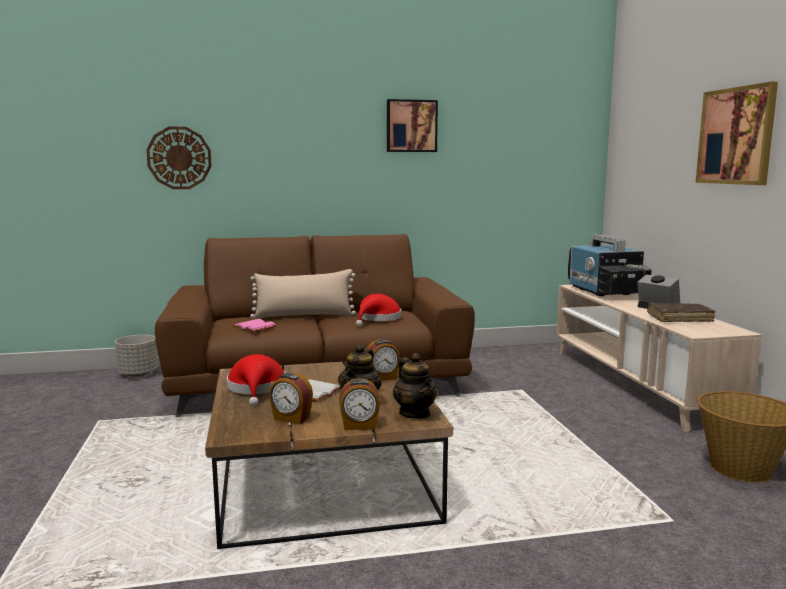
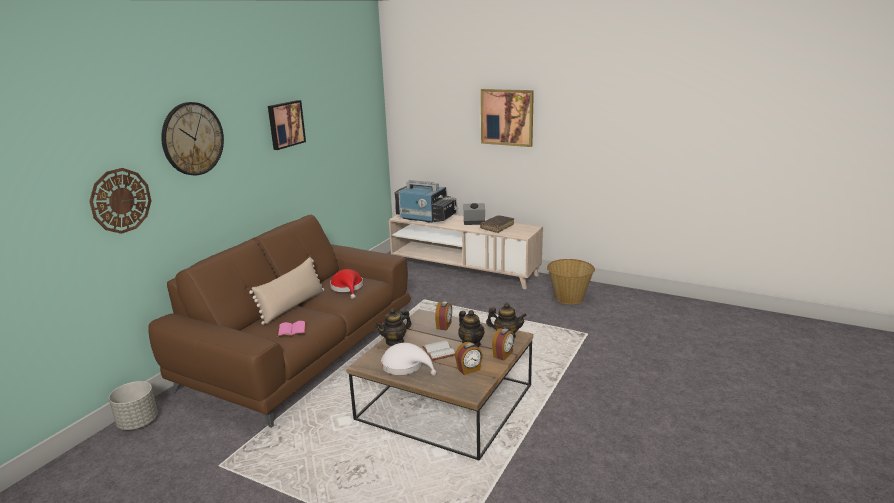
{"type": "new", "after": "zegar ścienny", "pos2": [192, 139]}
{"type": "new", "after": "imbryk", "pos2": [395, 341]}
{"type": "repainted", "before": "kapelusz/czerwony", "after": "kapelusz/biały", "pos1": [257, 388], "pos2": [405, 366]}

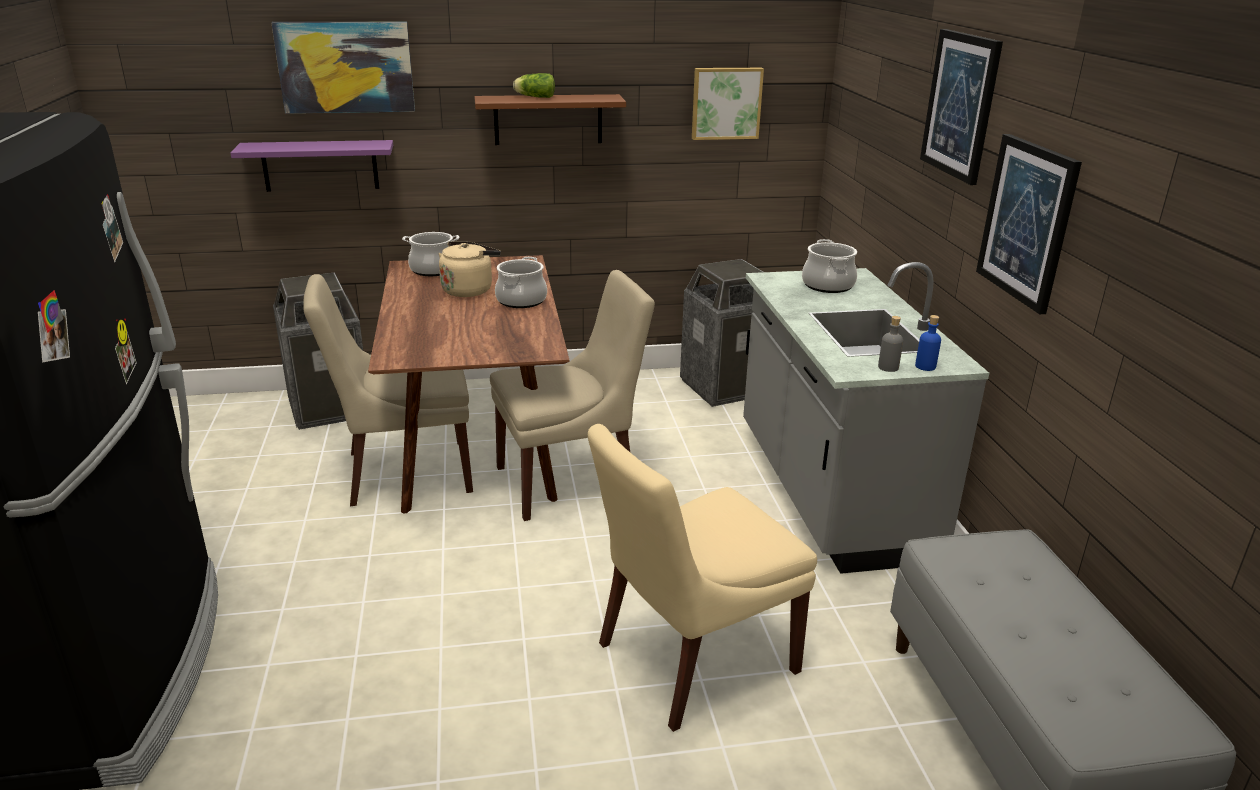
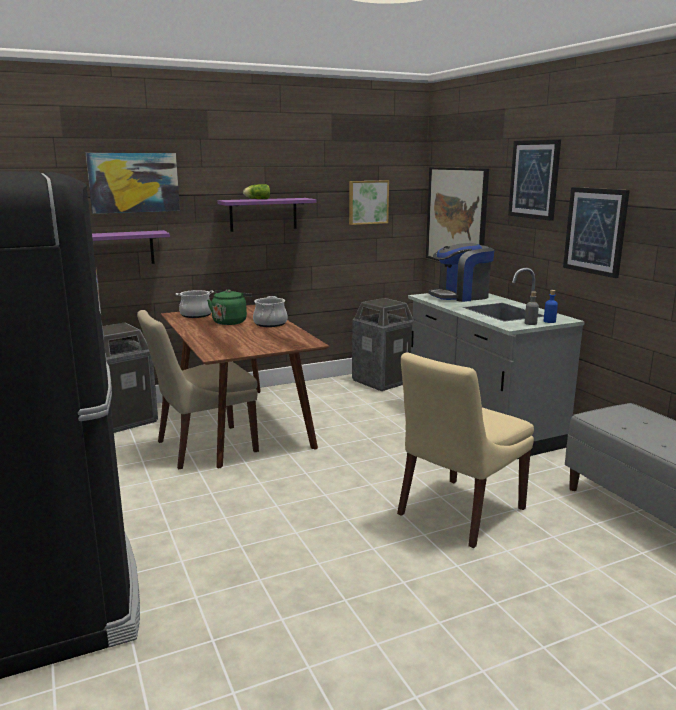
{"type": "gone", "before": "krzesło/beżowy", "pos1": [572, 481]}
{"type": "new", "after": "obraz", "pos2": [456, 216]}
{"type": "swapped", "before": "garnek", "after": "ekspres do kawy", "pos1": [828, 285], "pos2": [460, 296]}
{"type": "repainted", "before": "czajnik/beżowy", "after": "czajnik/zielony", "pos1": [469, 290], "pos2": [230, 321]}
{"type": "repainted", "before": "półka/brązowy", "after": "półka/fioletowy", "pos1": [548, 119], "pos2": [263, 214]}

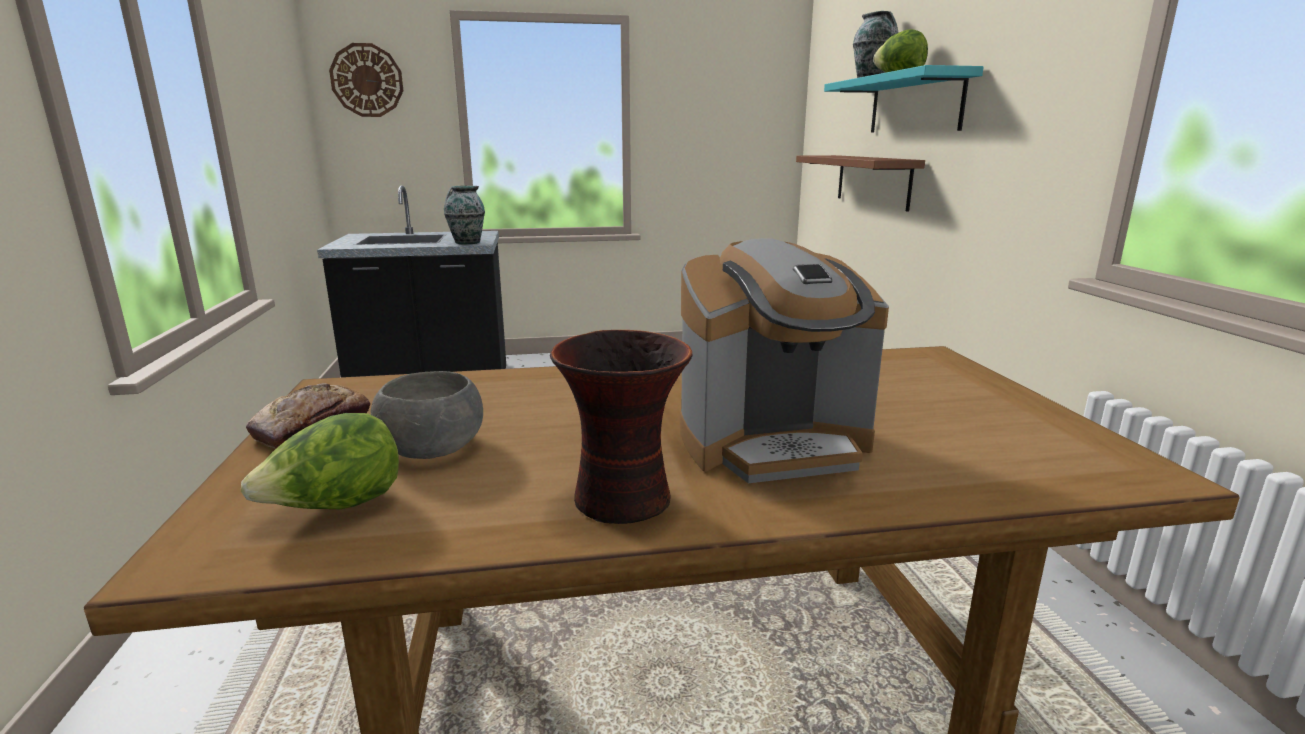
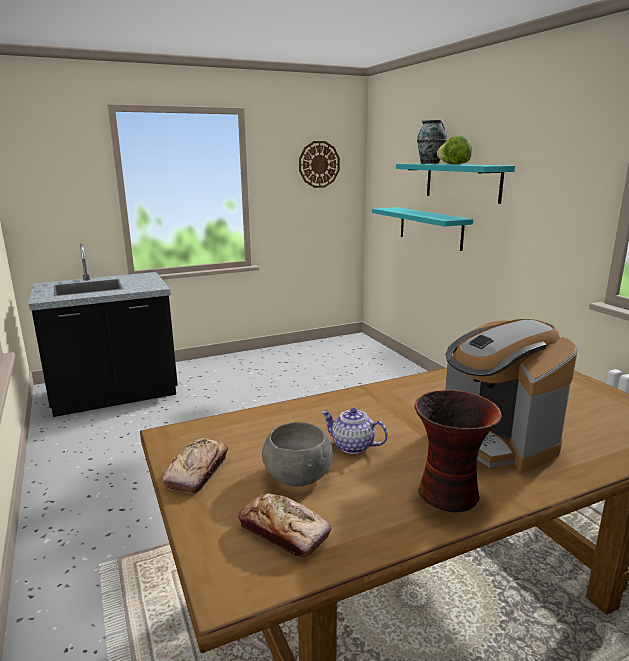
{"type": "gone", "before": "wazon", "pos1": [466, 242]}
{"type": "new", "after": "imbryk", "pos2": [352, 446]}
{"type": "shifted", "before": "zegar ścienny", "pos1": [367, 80], "pos2": [319, 164]}
{"type": "swapped", "before": "sałata", "after": "chleb", "pos1": [336, 508], "pos2": [284, 532]}
{"type": "repainted", "before": "półka/brązowy", "after": "półka/turkusowy", "pos1": [872, 181], "pos2": [430, 228]}
{"type": "rotated", "before": "ekspres do kawy", "pos1": [773, 444], "pos2": [496, 440], "turn": 90}

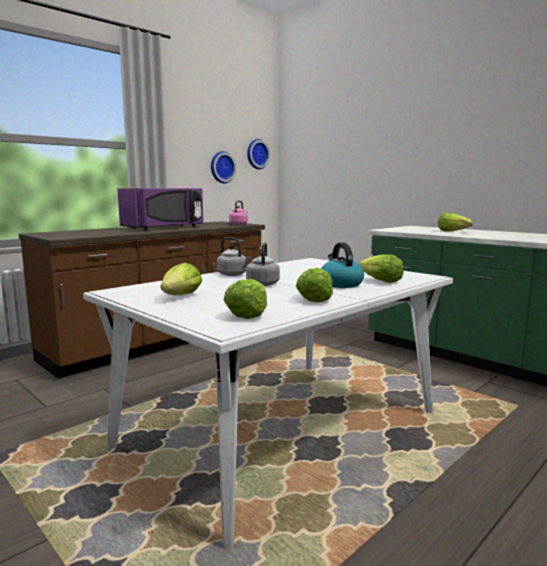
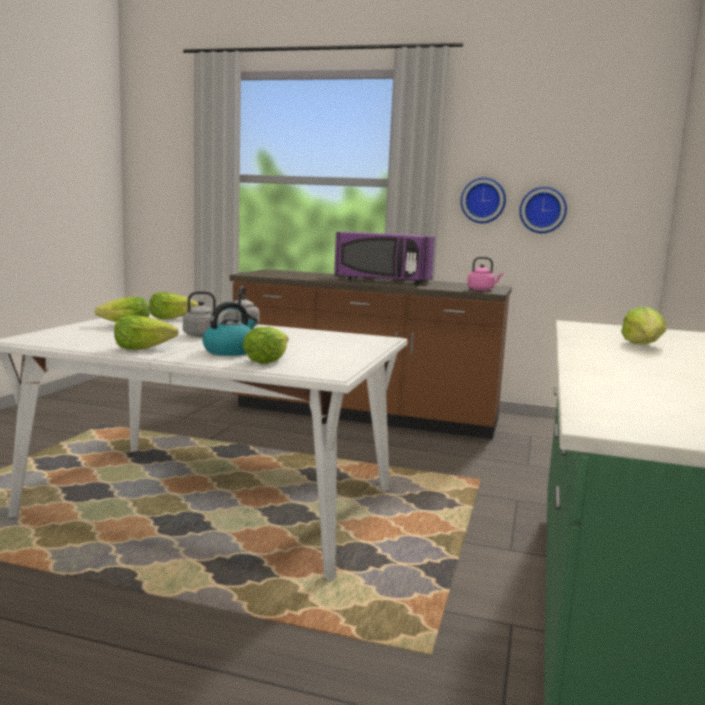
{"type": "shifted", "before": "sałata", "pos1": [248, 314], "pos2": [171, 318]}
{"type": "shifted", "before": "zegar ścienny", "pos1": [256, 154], "pos2": [483, 200]}

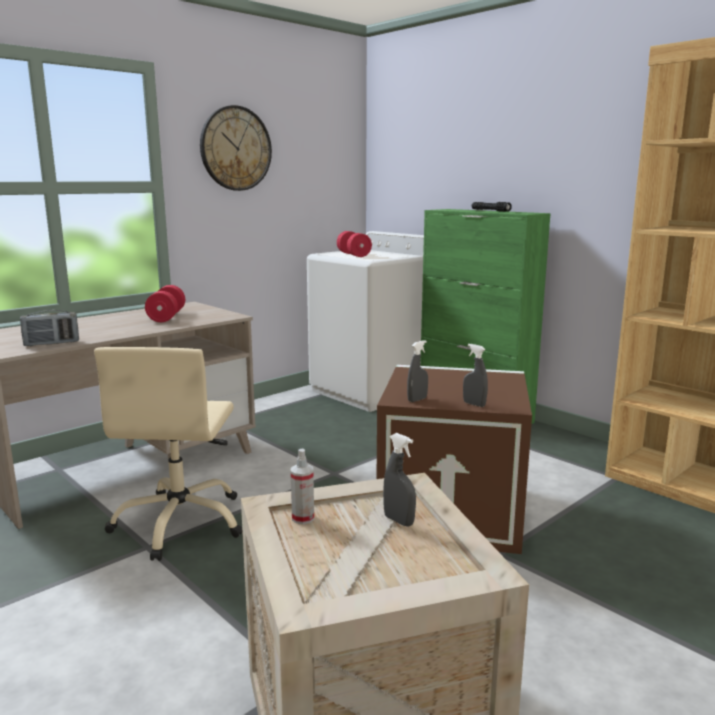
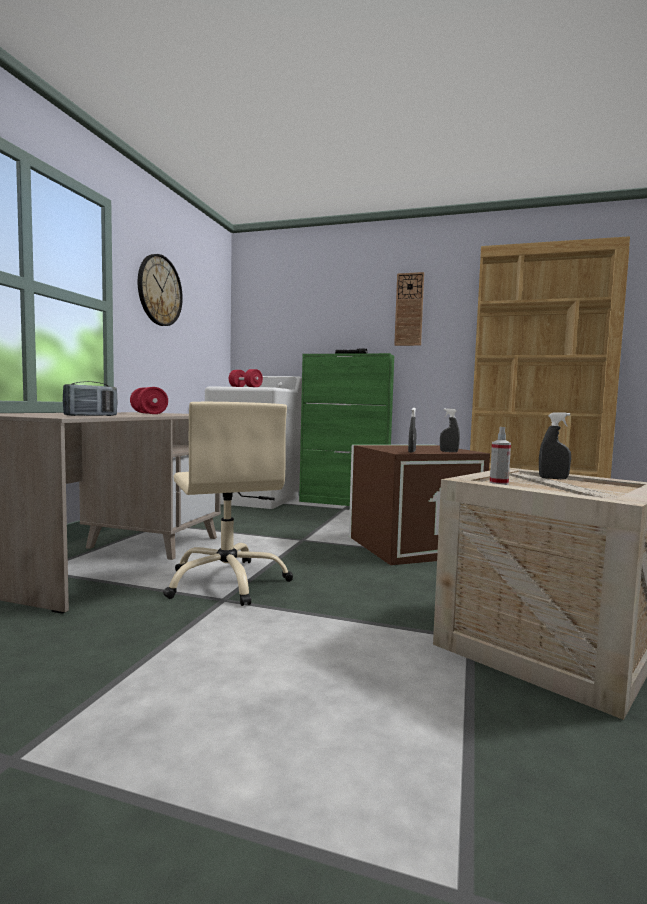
{"type": "new", "after": "zegar ścienny", "pos2": [409, 309]}

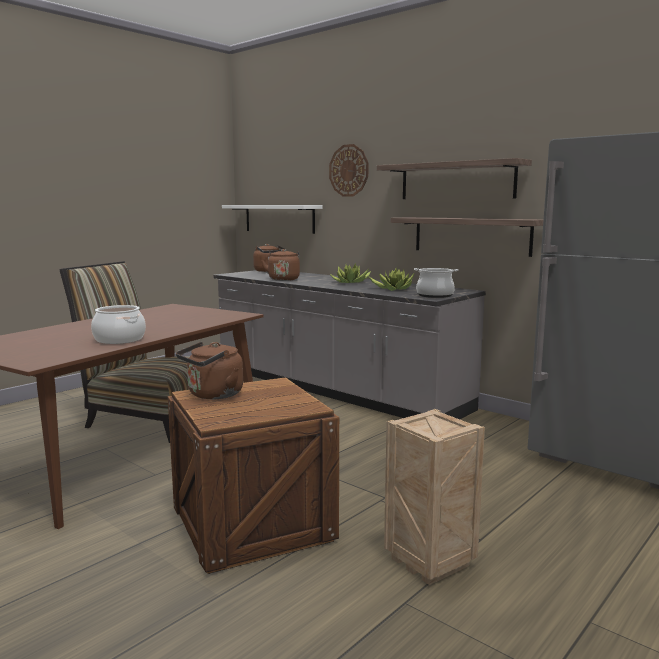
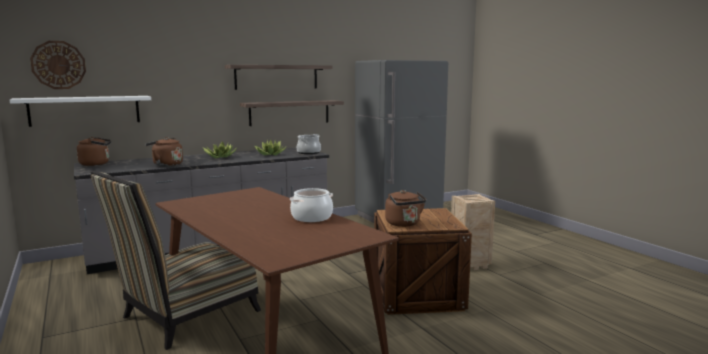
{"type": "shifted", "before": "zegar ścienny", "pos1": [349, 170], "pos2": [58, 65]}

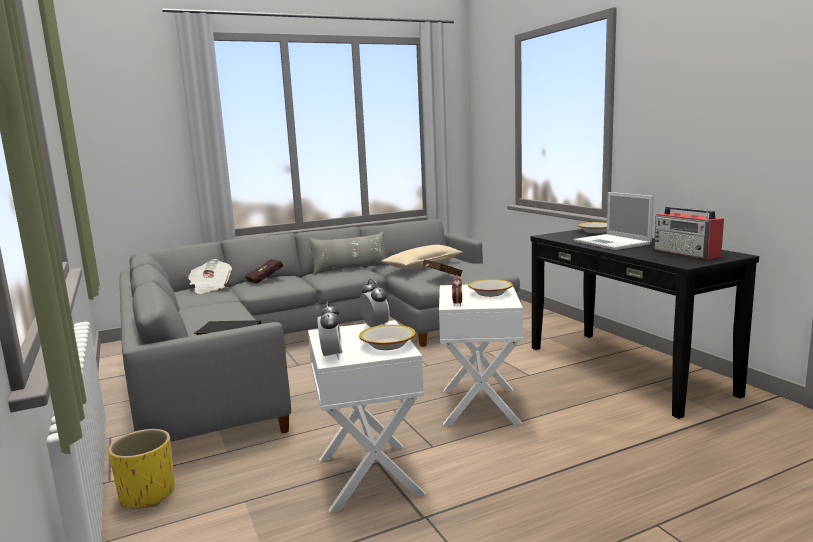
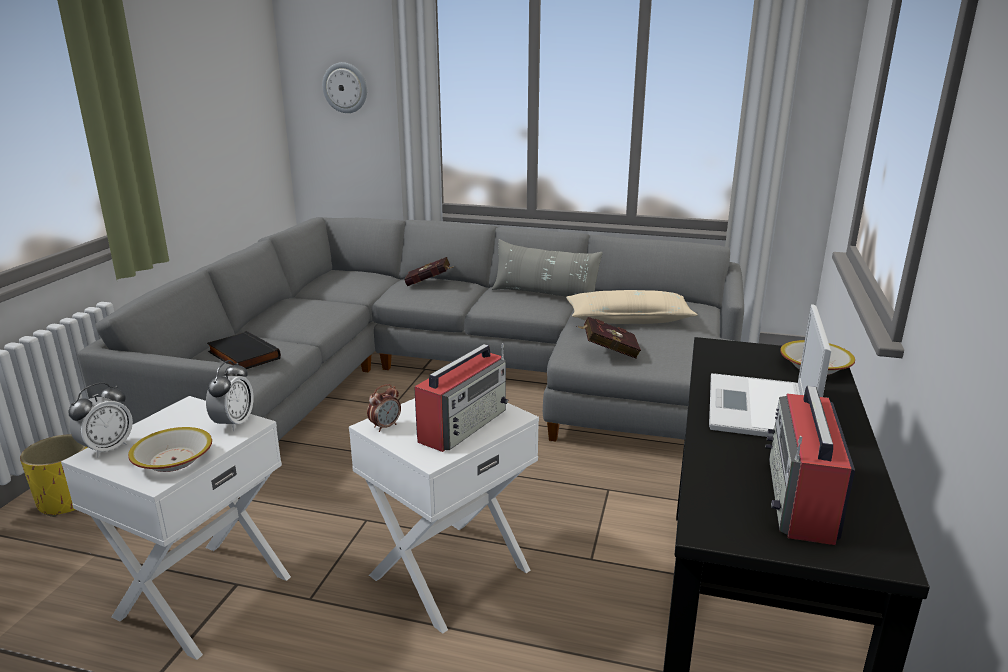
{"type": "gone", "before": "gazeta", "pos1": [210, 288]}
{"type": "new", "after": "zegar ścienny", "pos2": [345, 88]}
{"type": "swapped", "before": "miska", "after": "radio", "pos1": [490, 293], "pos2": [464, 424]}

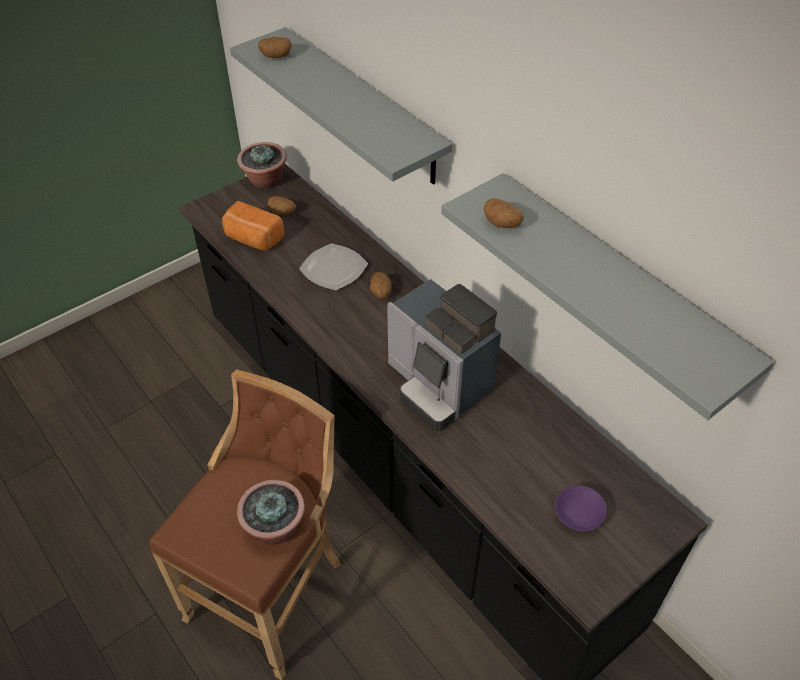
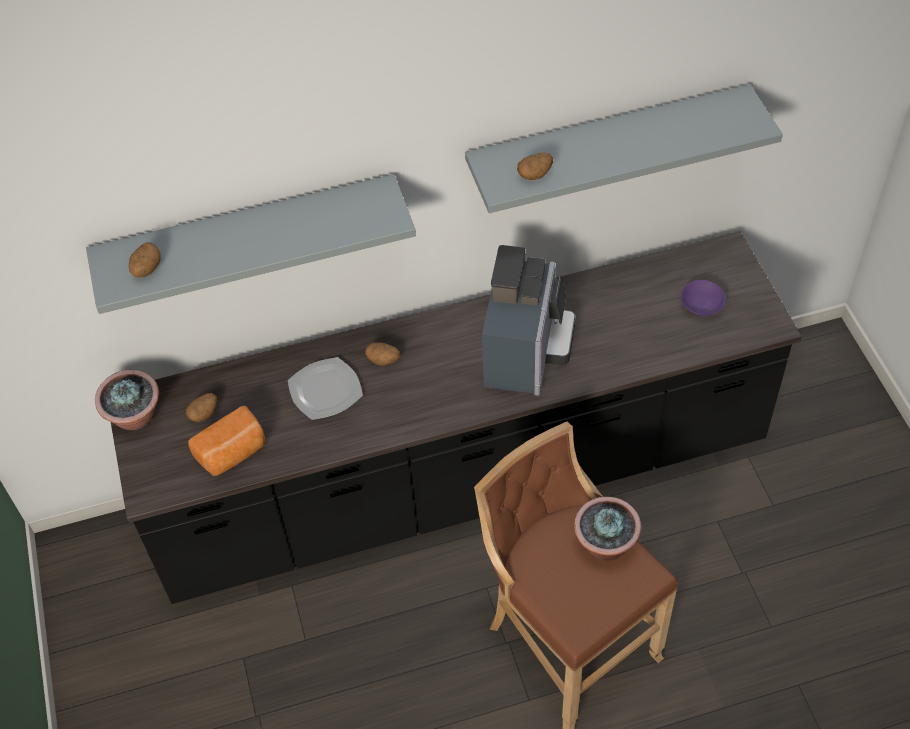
{"type": "rotated", "before": "ekspres do kawy", "pos1": [438, 385], "pos2": [526, 352], "turn": -60}

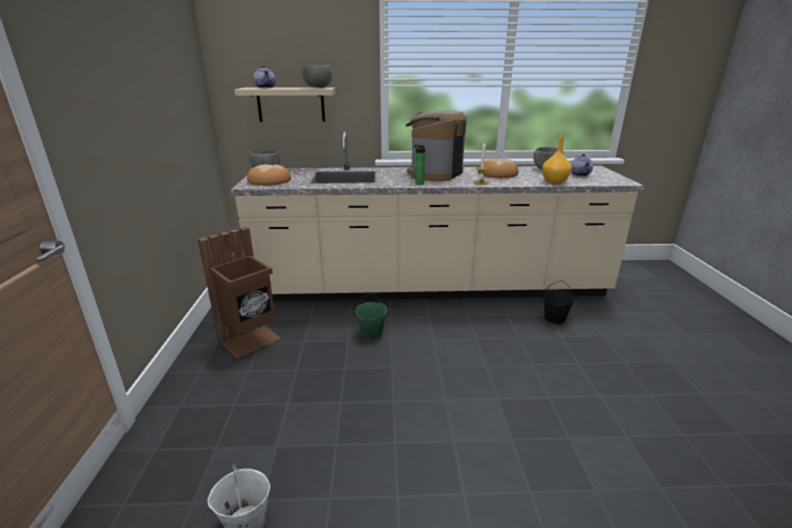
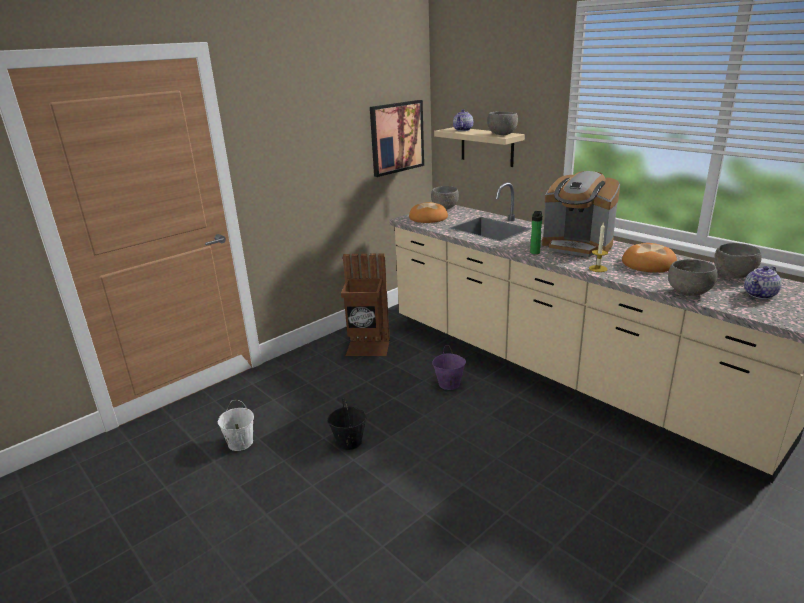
{"type": "new", "after": "obraz", "pos2": [396, 137]}
{"type": "shifted", "before": "wiadro/czarny", "pos1": [554, 318], "pos2": [349, 442]}
{"type": "swapped", "before": "wazon/pomarańczowy", "after": "miska/szary", "pos1": [554, 182], "pos2": [689, 293]}
{"type": "repainted", "before": "wiadro/zielony", "after": "wiadro/fioletowy", "pos1": [371, 333], "pos2": [449, 384]}
{"type": "rotated", "before": "ekspres do kawy", "pos1": [434, 174], "pos2": [577, 246], "turn": -135}

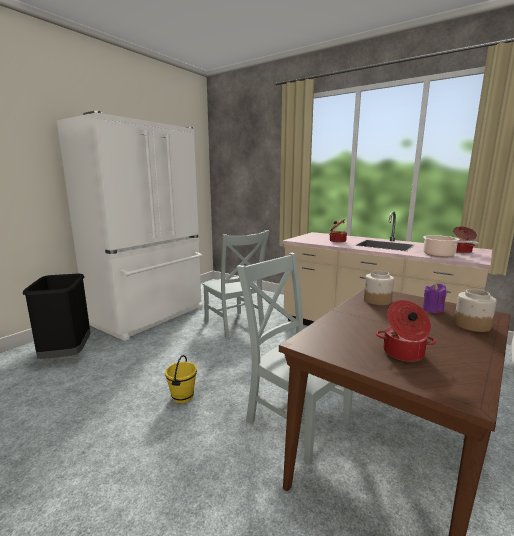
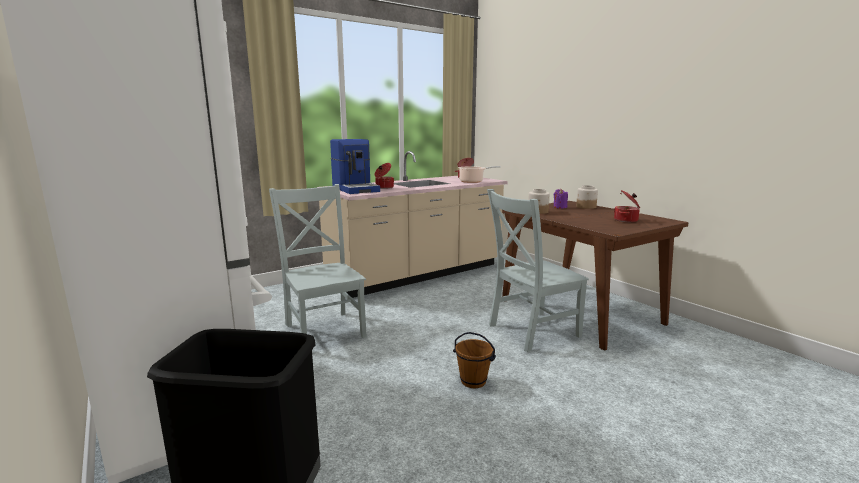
{"type": "new", "after": "ekspres do kawy", "pos2": [356, 189]}
{"type": "repainted", "before": "wiadro/żółty", "after": "wiadro/brązowy", "pos1": [183, 397], "pos2": [473, 381]}
{"type": "rotated", "before": "krzesło/szary", "pos1": [235, 325], "pos2": [324, 329], "turn": -105}

